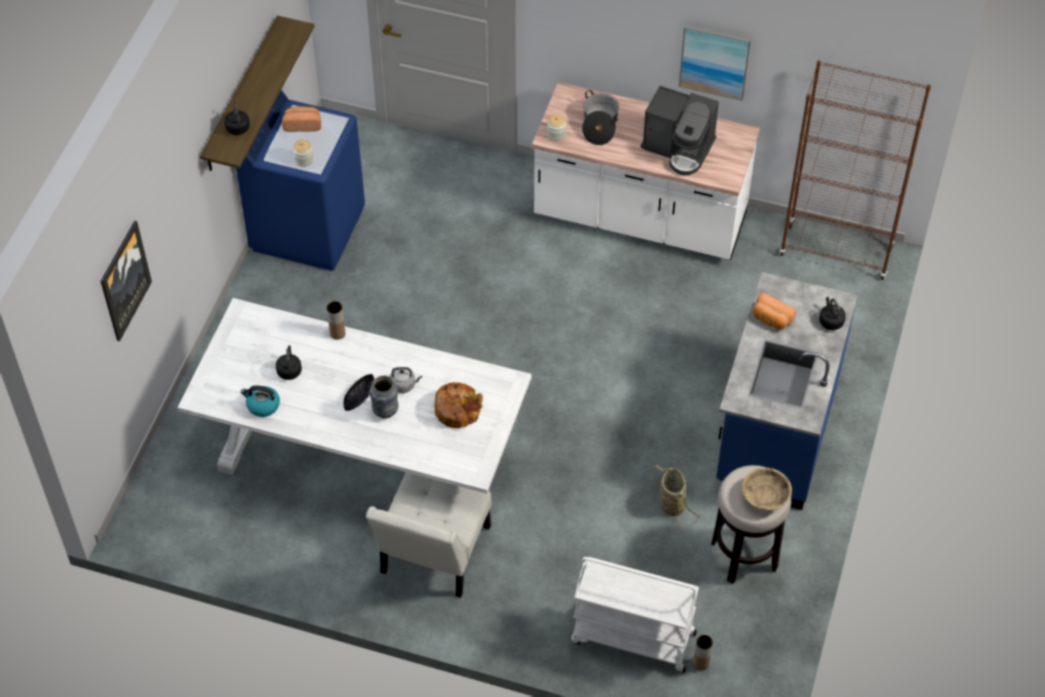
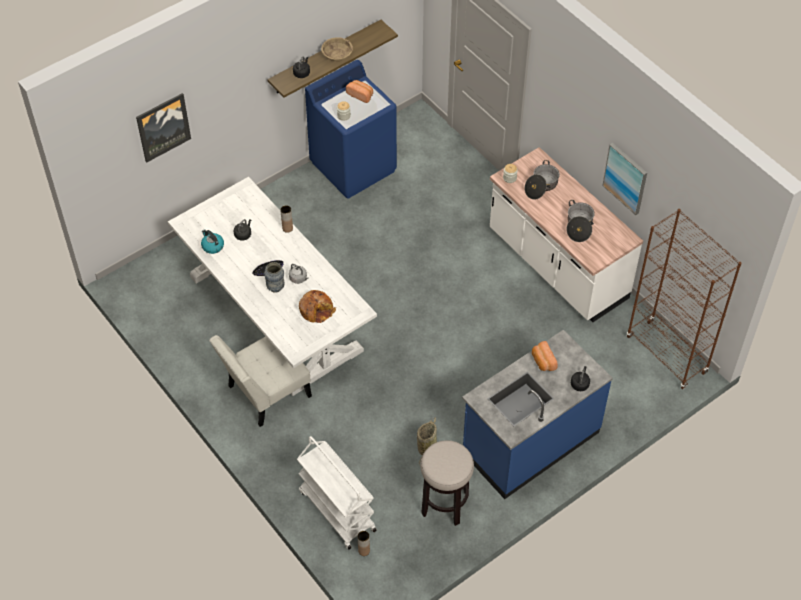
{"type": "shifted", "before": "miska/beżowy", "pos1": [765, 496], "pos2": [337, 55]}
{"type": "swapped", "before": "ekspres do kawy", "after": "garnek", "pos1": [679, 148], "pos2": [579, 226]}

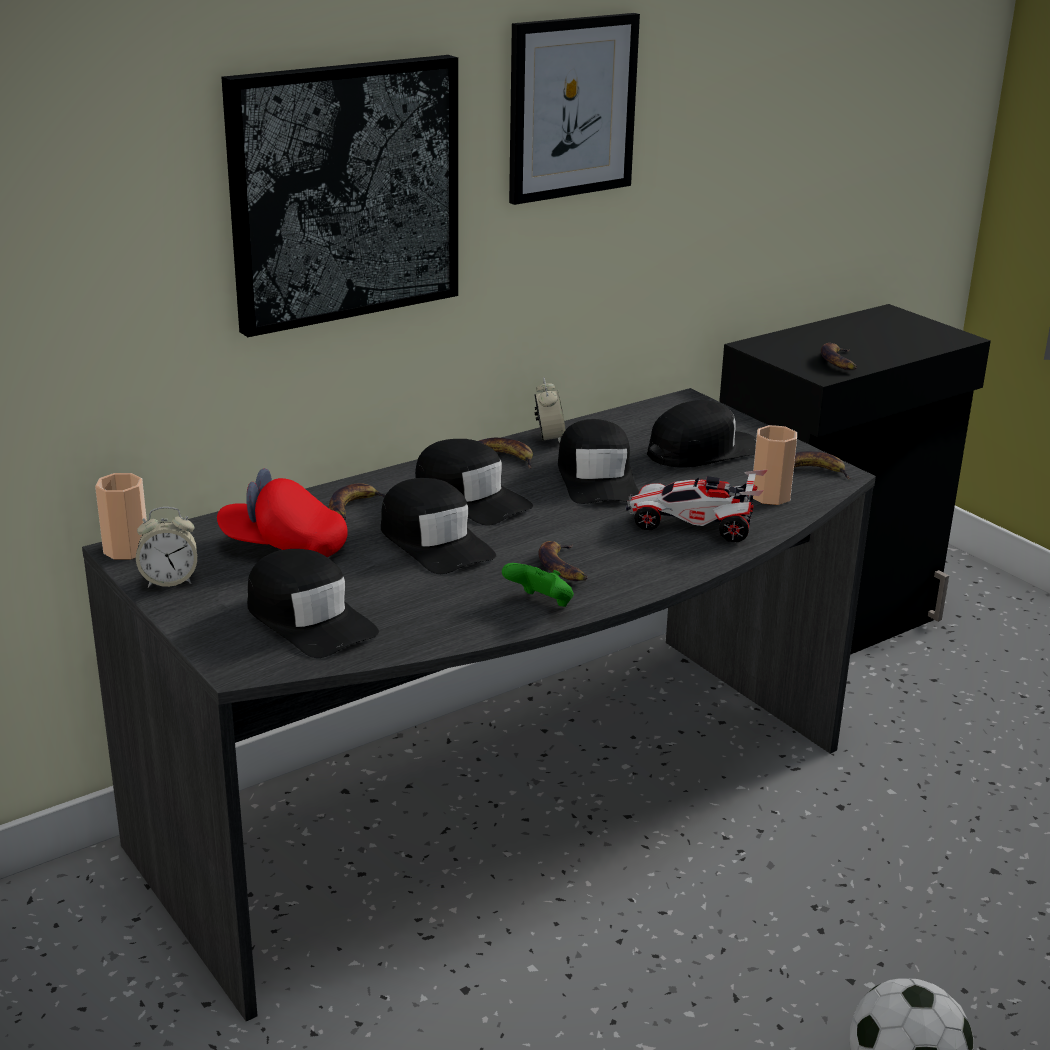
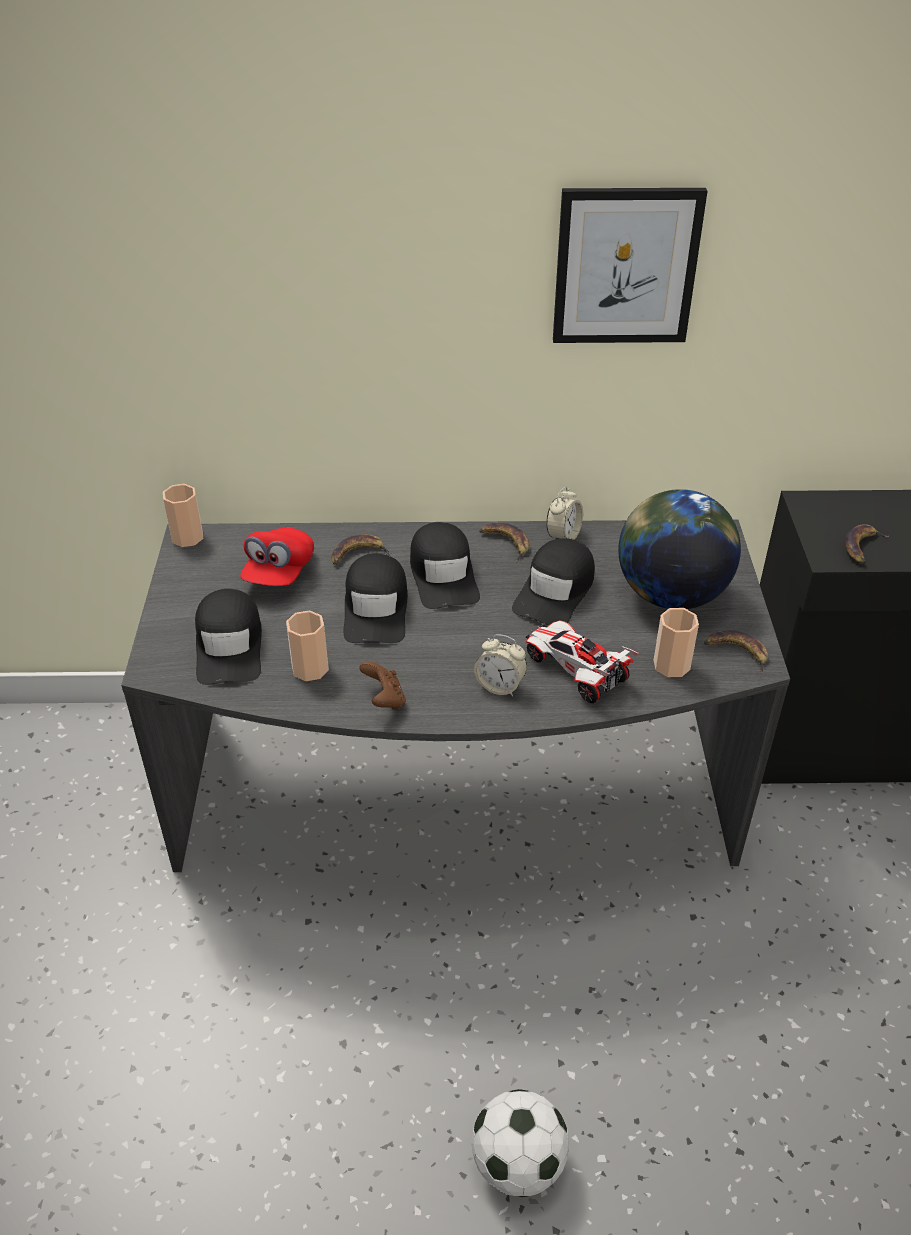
{"type": "gone", "before": "obraz", "pos1": [344, 192]}
{"type": "gone", "before": "banan", "pos1": [563, 567]}
{"type": "new", "after": "filiżanka", "pos2": [310, 668]}
{"type": "shifted", "before": "budzik", "pos1": [169, 581], "pos2": [500, 686]}
{"type": "swapped", "before": "czapka z daszkiem/czarny", "after": "globus", "pos1": [703, 451], "pos2": [670, 594]}
{"type": "repainted", "before": "pad do gier/zielony", "after": "pad do gier/brązowy", "pos1": [541, 604], "pos2": [384, 700]}
{"type": "rotated", "before": "czapka z daszkiem/czerwony", "pos1": [284, 546], "pos2": [279, 573], "turn": -120}

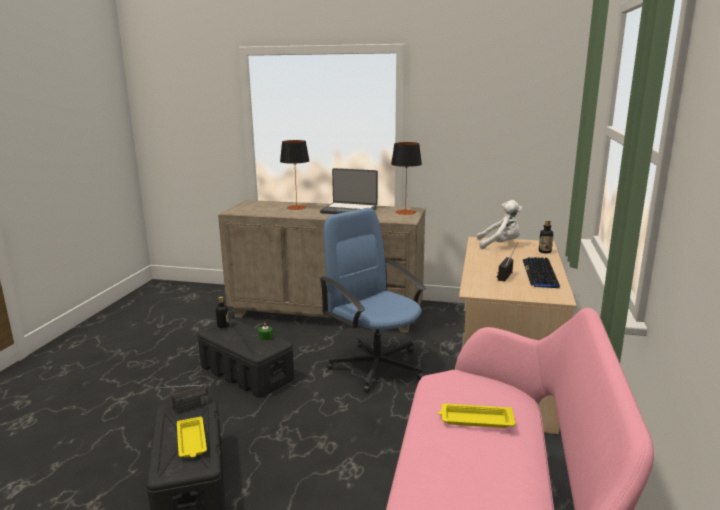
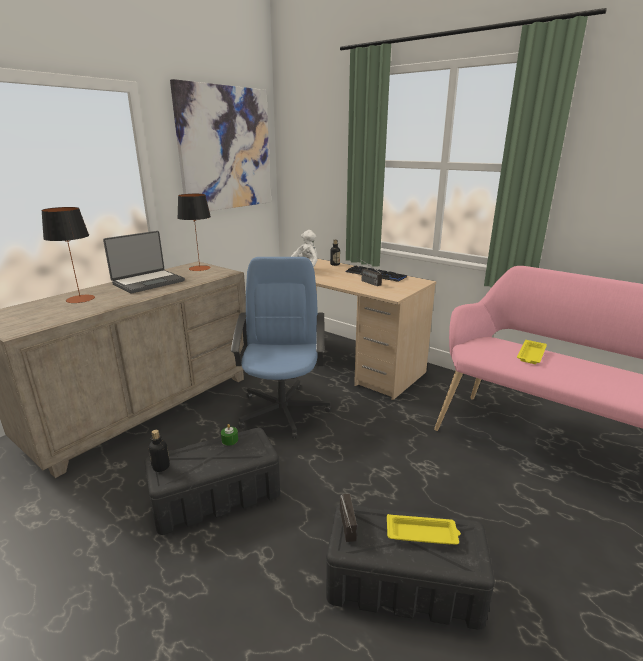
{"type": "new", "after": "obraz", "pos2": [225, 149]}
{"type": "rotated", "before": "krzesło biurowe/niebieski", "pos1": [376, 366], "pos2": [283, 410], "turn": 105}

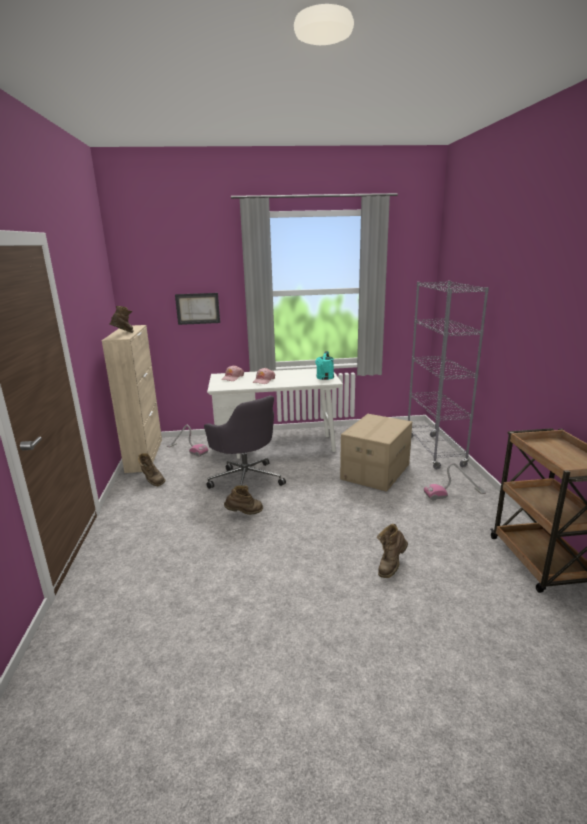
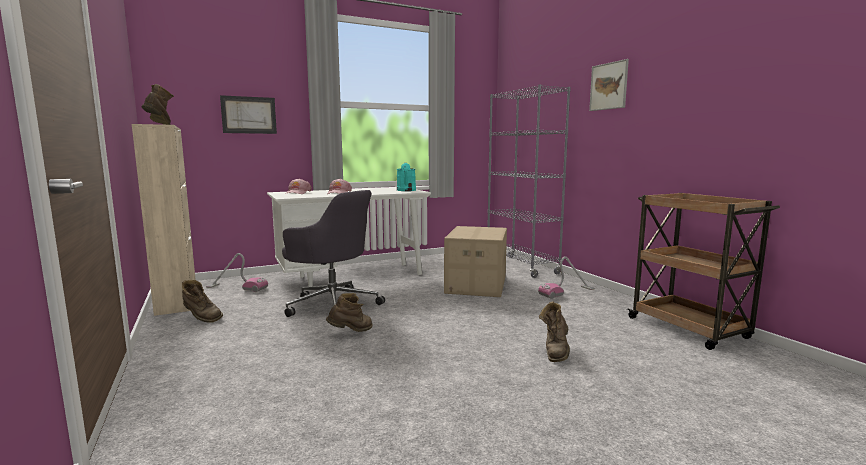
{"type": "new", "after": "obraz", "pos2": [608, 86]}

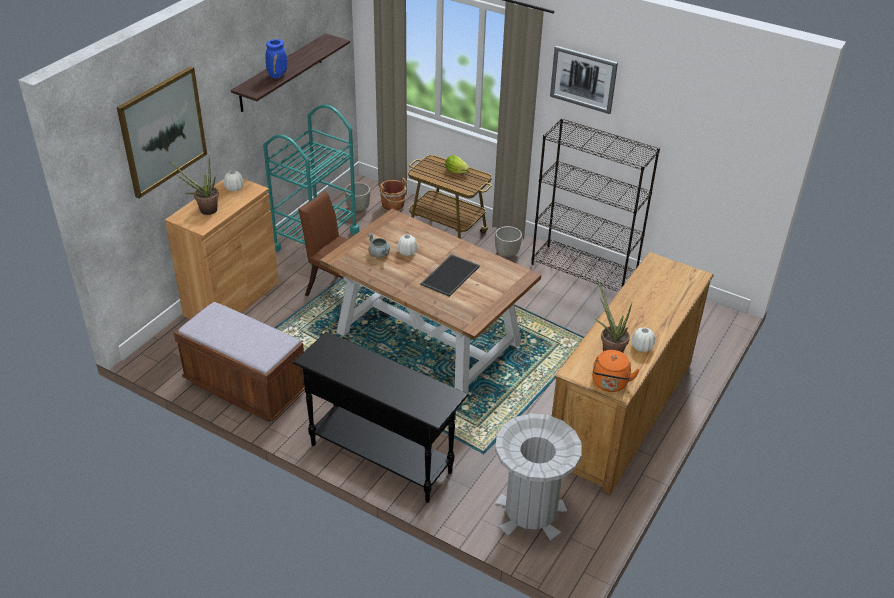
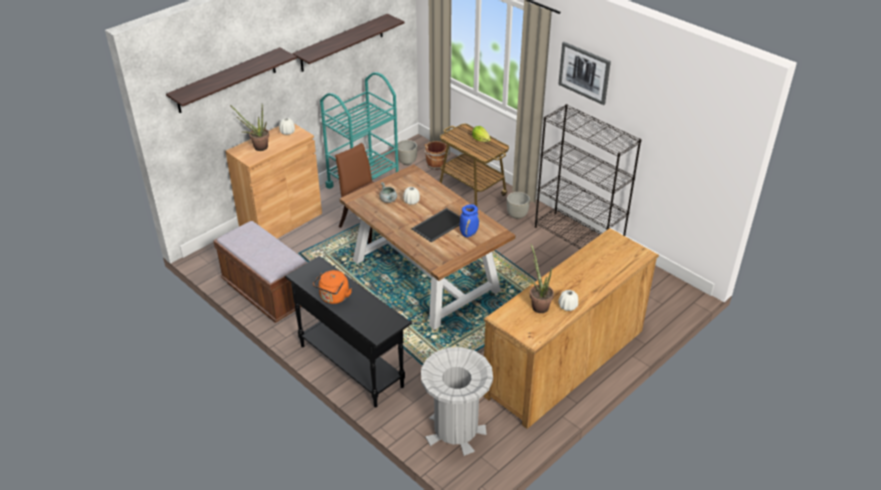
{"type": "shifted", "before": "wazon/niebieski", "pos1": [277, 75], "pos2": [469, 233]}
{"type": "shifted", "before": "czajnik/pomarańczowy", "pos1": [610, 384], "pos2": [333, 298]}
{"type": "swapped", "before": "obraz", "after": "półka", "pos1": [162, 131], "pos2": [227, 80]}

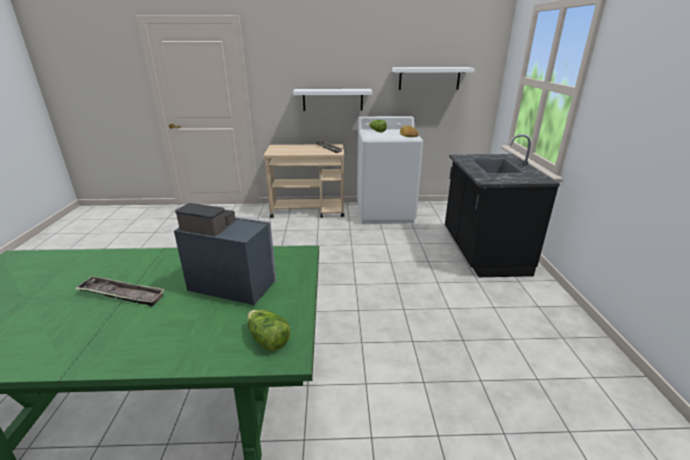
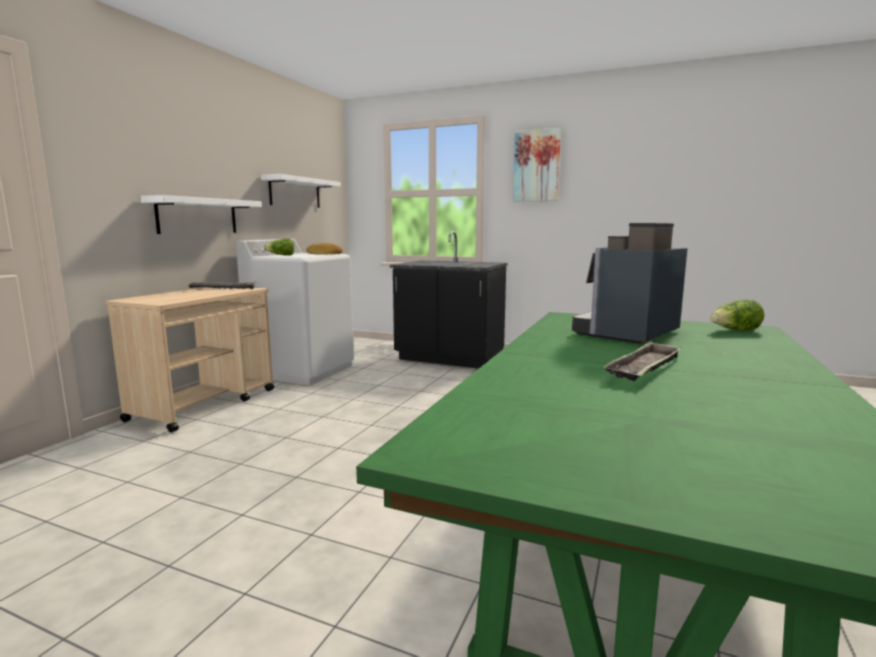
{"type": "new", "after": "obraz", "pos2": [536, 166]}

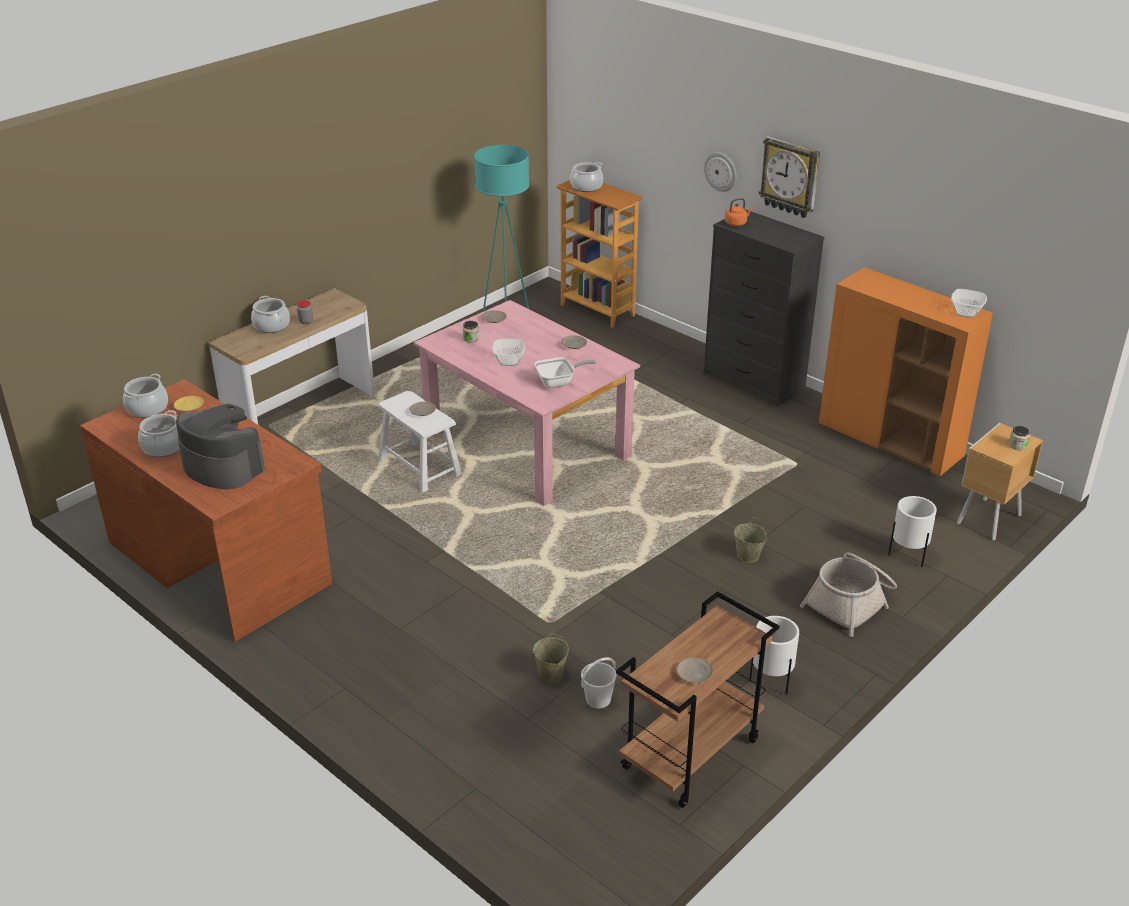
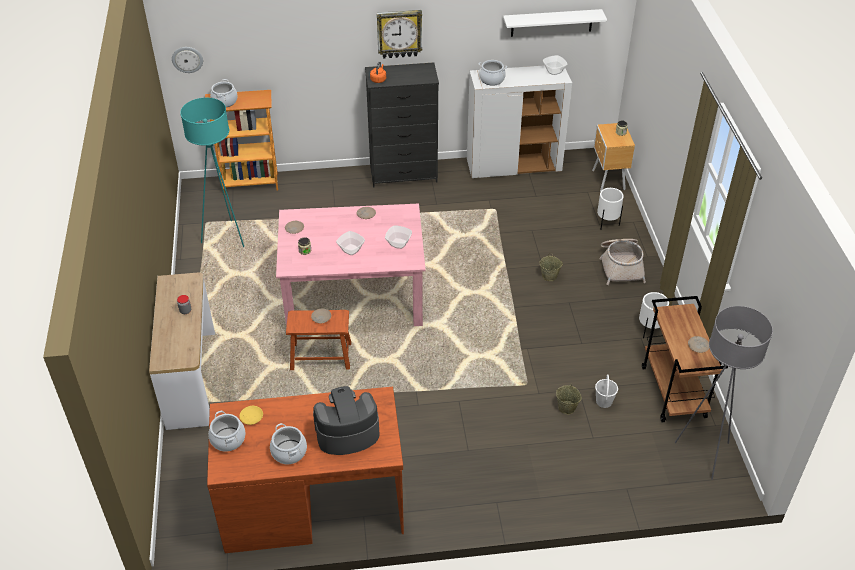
{"type": "new", "after": "półka/biały", "pos2": [551, 22]}
{"type": "new", "after": "lampa stojąca/szary", "pos2": [704, 454]}
{"type": "shifted", "before": "garnek", "pos1": [271, 326], "pos2": [492, 79]}
{"type": "shifted", "before": "zegar ścienny", "pos1": [721, 171], "pos2": [187, 59]}
{"type": "swapped", "before": "patelnia", "after": "miska", "pos1": [559, 382], "pos2": [399, 243]}
{"type": "repainted", "before": "stołek/biały", "after": "stołek/brązowy", "pos1": [419, 467], "pos2": [321, 356]}
{"type": "repainted", "before": "szafka/pomarańczowy", "after": "szafka/biały", "pos1": [890, 441], "pos2": [514, 166]}

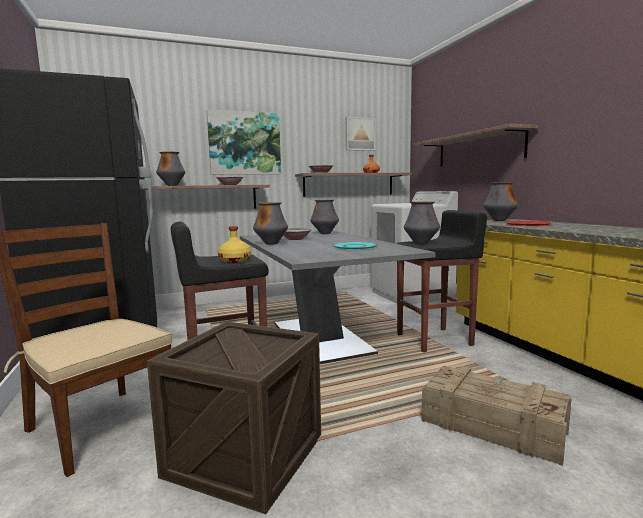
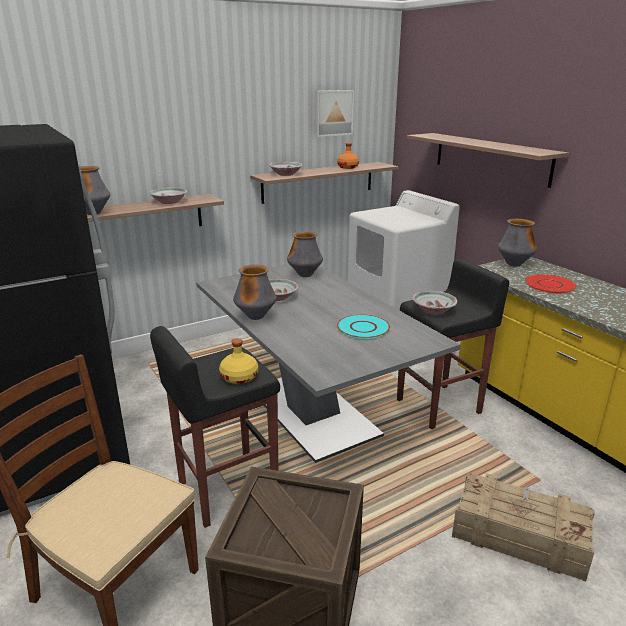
{"type": "gone", "before": "obraz", "pos1": [244, 143]}
{"type": "swapped", "before": "wazon", "after": "miska", "pos1": [421, 243], "pos2": [433, 310]}

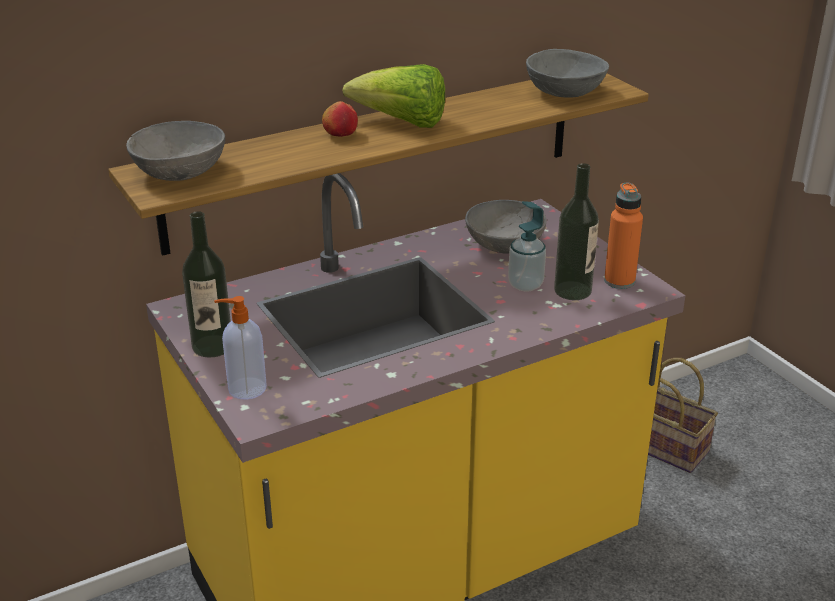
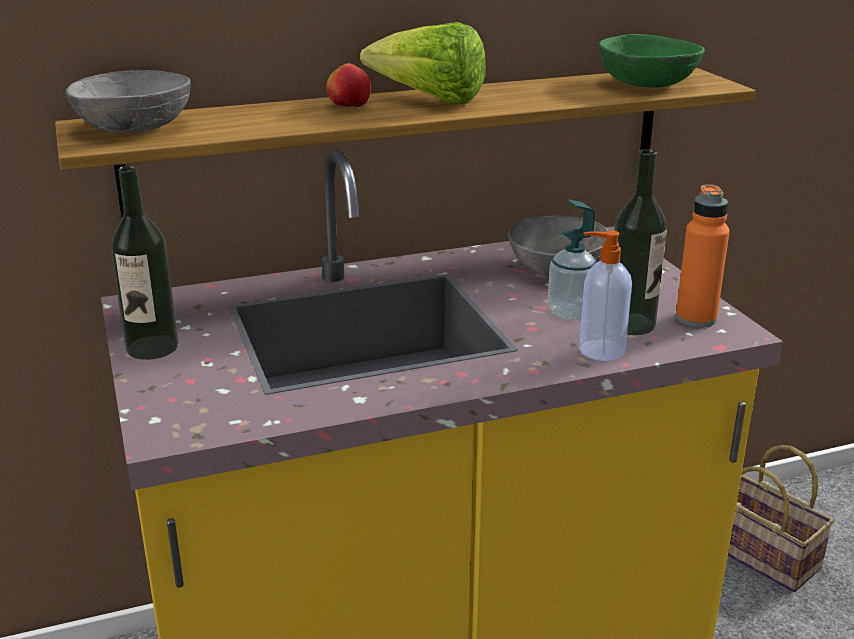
{"type": "shifted", "before": "dozownik mydła", "pos1": [245, 389], "pos2": [600, 350]}
{"type": "repainted", "before": "miska/szary", "after": "miska/zielony", "pos1": [563, 92], "pos2": [646, 83]}

